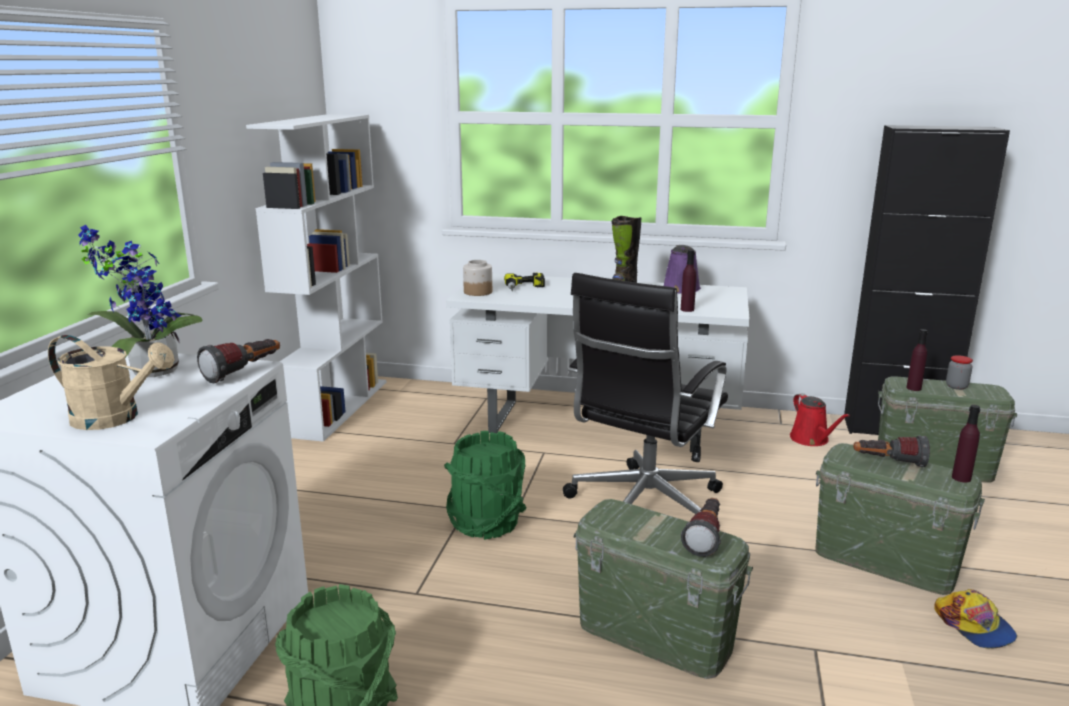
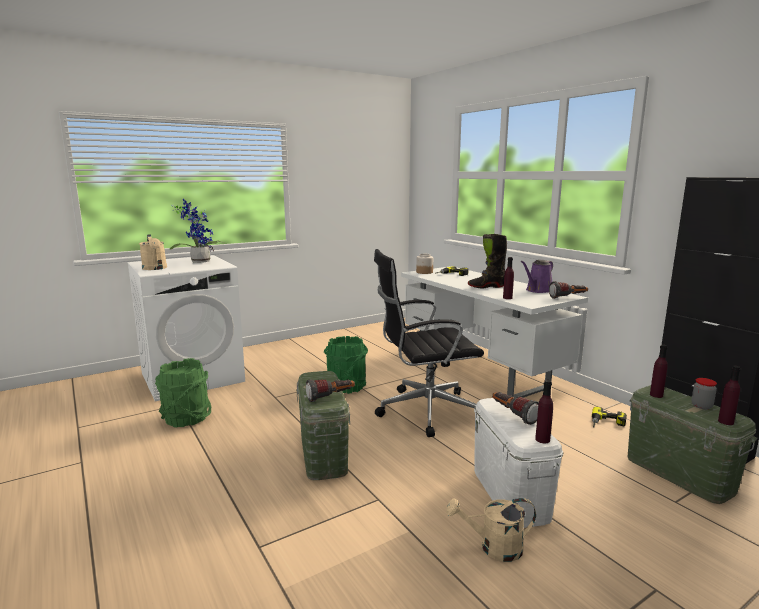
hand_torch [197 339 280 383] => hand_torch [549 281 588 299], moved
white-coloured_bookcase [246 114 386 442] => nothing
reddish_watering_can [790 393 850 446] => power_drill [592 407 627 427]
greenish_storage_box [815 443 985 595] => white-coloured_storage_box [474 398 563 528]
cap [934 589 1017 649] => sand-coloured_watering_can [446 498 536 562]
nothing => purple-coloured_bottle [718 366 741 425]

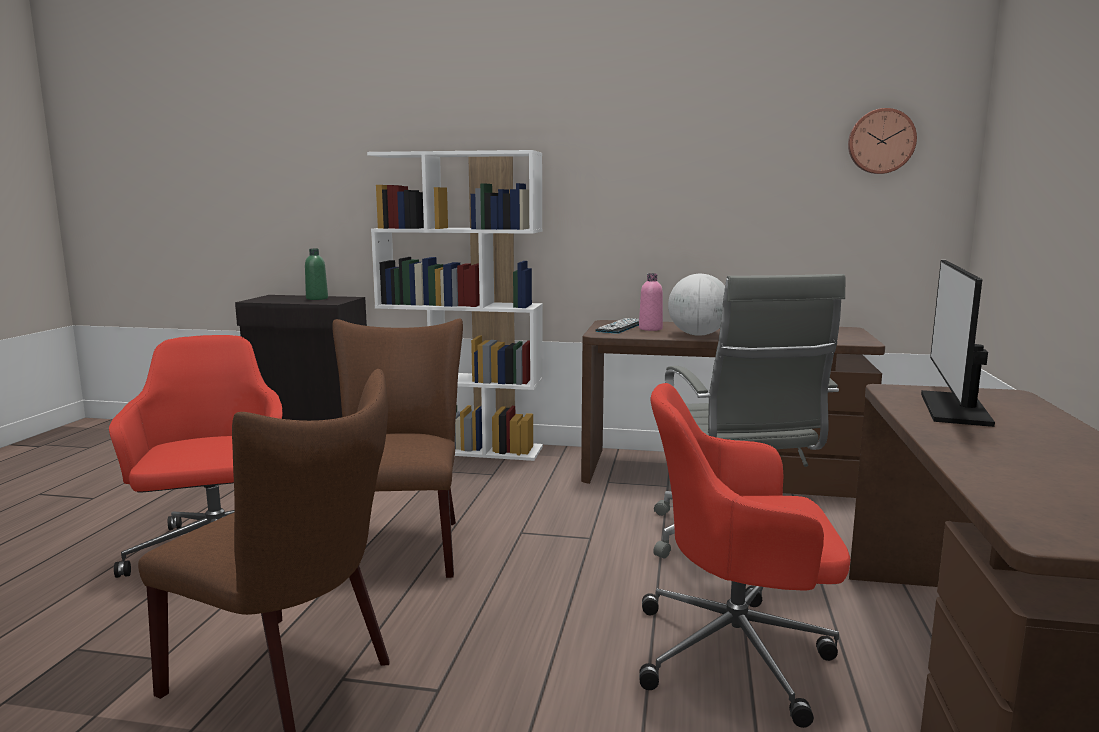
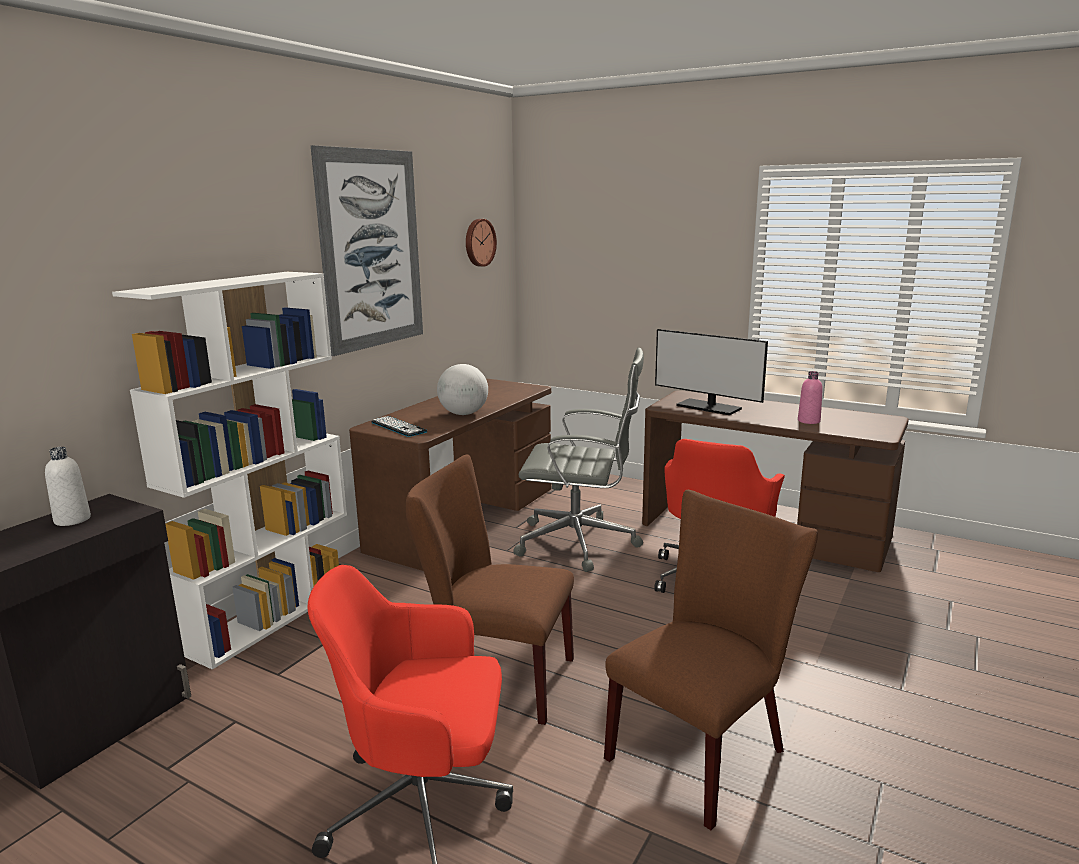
greenish_bottle [305 249 328 300] => white-coloured_bottle [45 447 91 526]
pink_bottle [639 273 663 331] => pink_bottle [798 371 823 424], moved
nothing => wall_art [311 145 423 356]

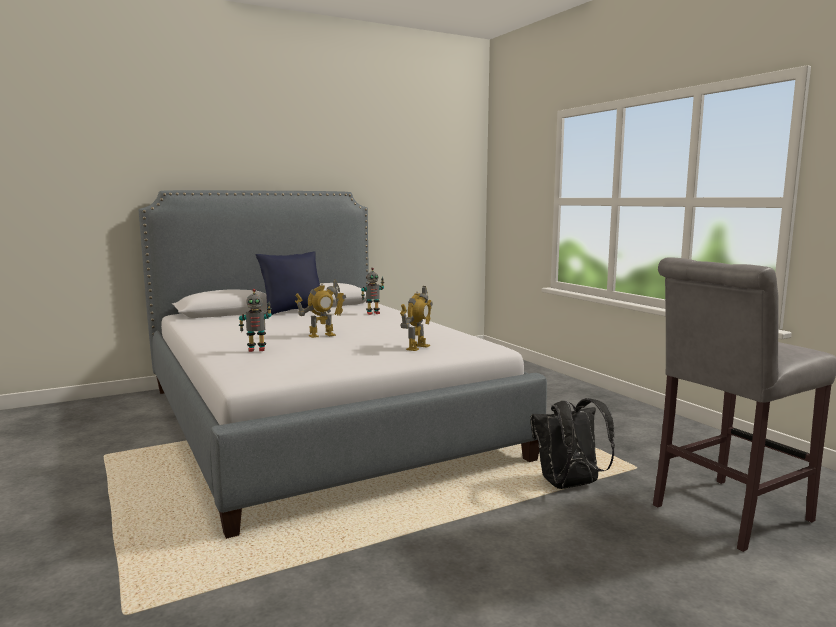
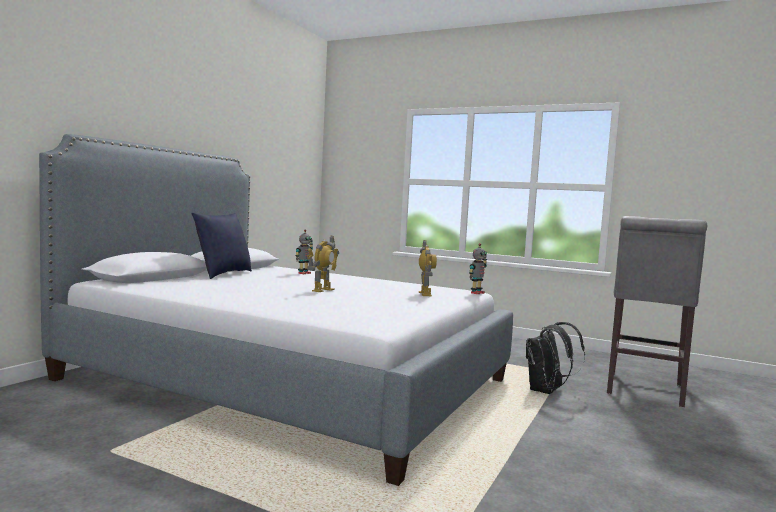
model_robot [239 289 272 352] => model_robot [469 243 487 294], moved

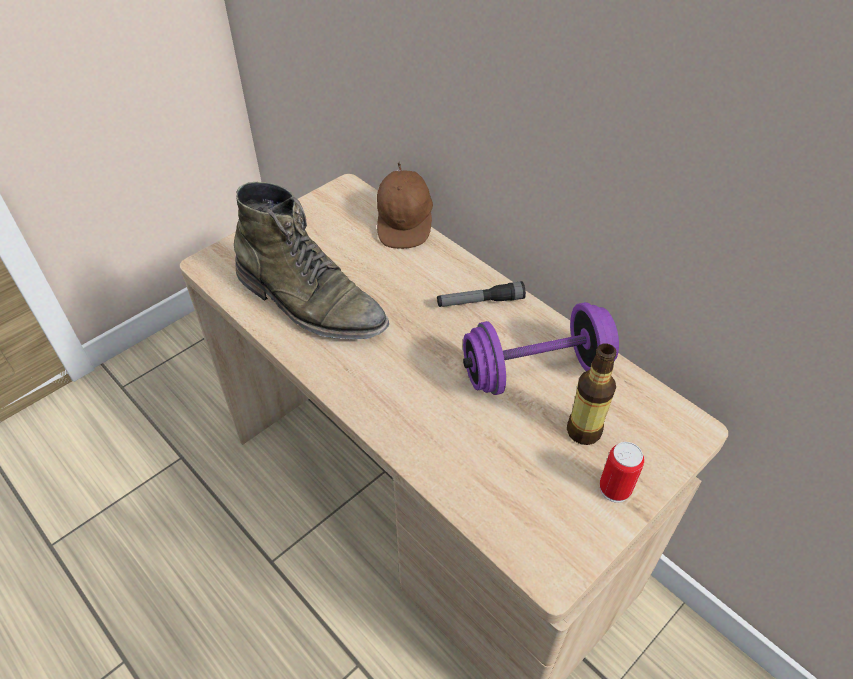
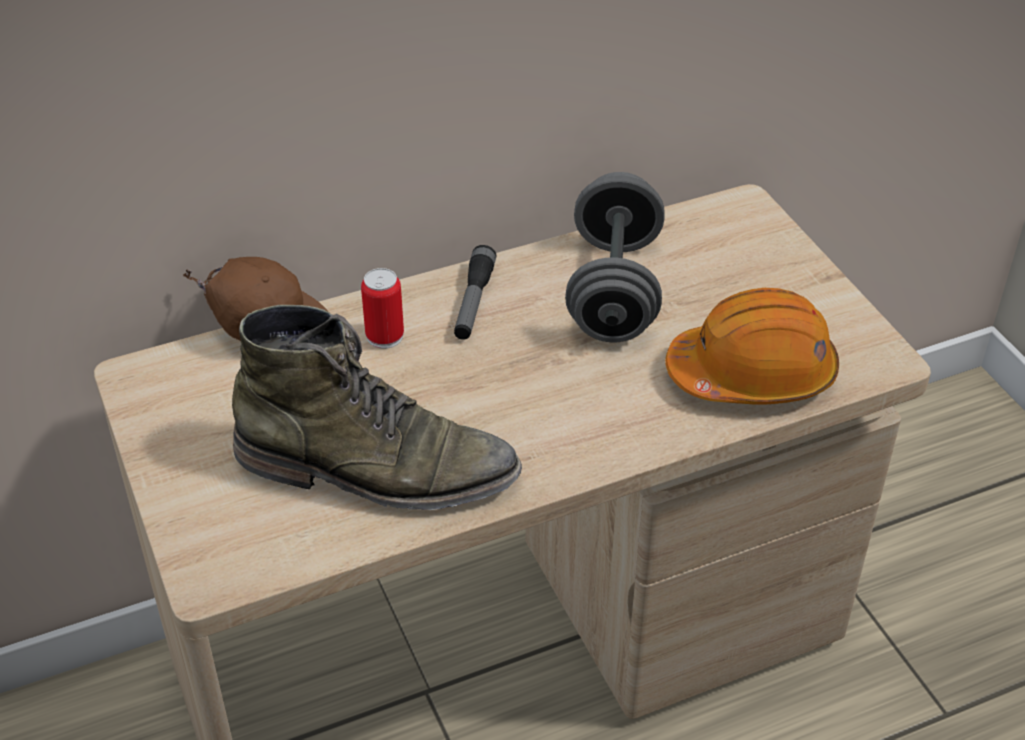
greenish_high-top_boot [234 182 389 339] => greenish_high-top_boot [232 305 522 510], 45 degrees clockwise
purple-coloured_dumbbell [463 302 619 395] => gray_dumbbell [565 172 665 342]
bottle [567 343 617 445] => nothing
sealed_can [599 442 644 503] => sealed_can [361 268 404 349], moved
nothing => orange-coloured_safety_helmet [665 288 839 405]

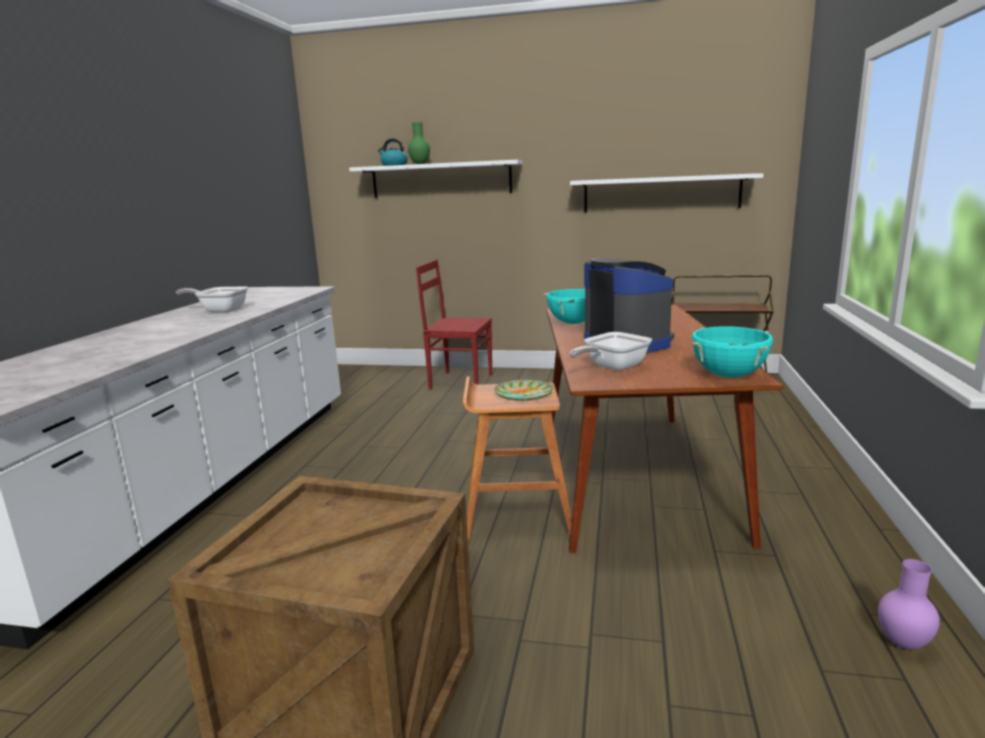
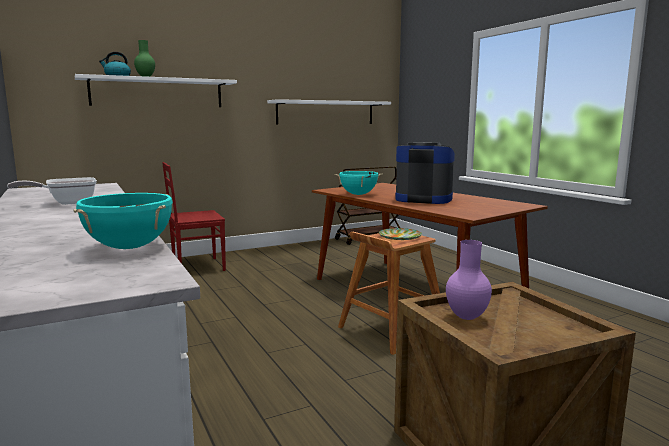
frying_pan [569 332 652 371] => nothing
blue-green_cooking_pot [692 326 773 378] => blue-green_cooking_pot [73 193 173 249], moved
purple-coloured_flower_vase [878 559 940 649] => purple-coloured_flower_vase [446 240 492 320], moved

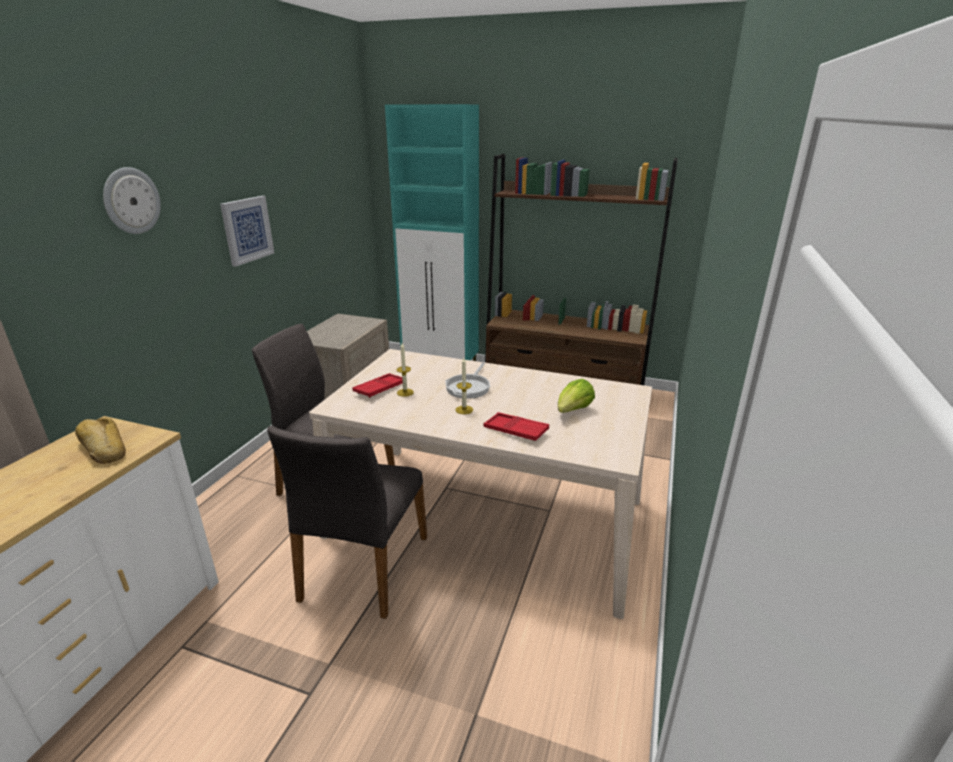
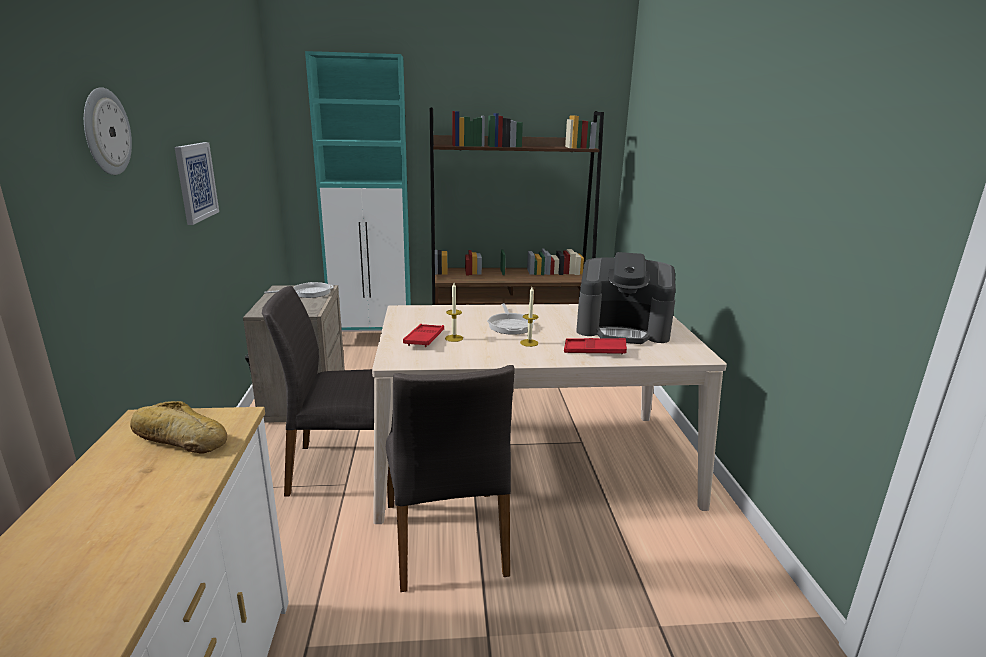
head_of_lettuce [558 379 595 413] => coffee_machine [576 252 676 344]
nothing => frying_pan [264 282 334 298]

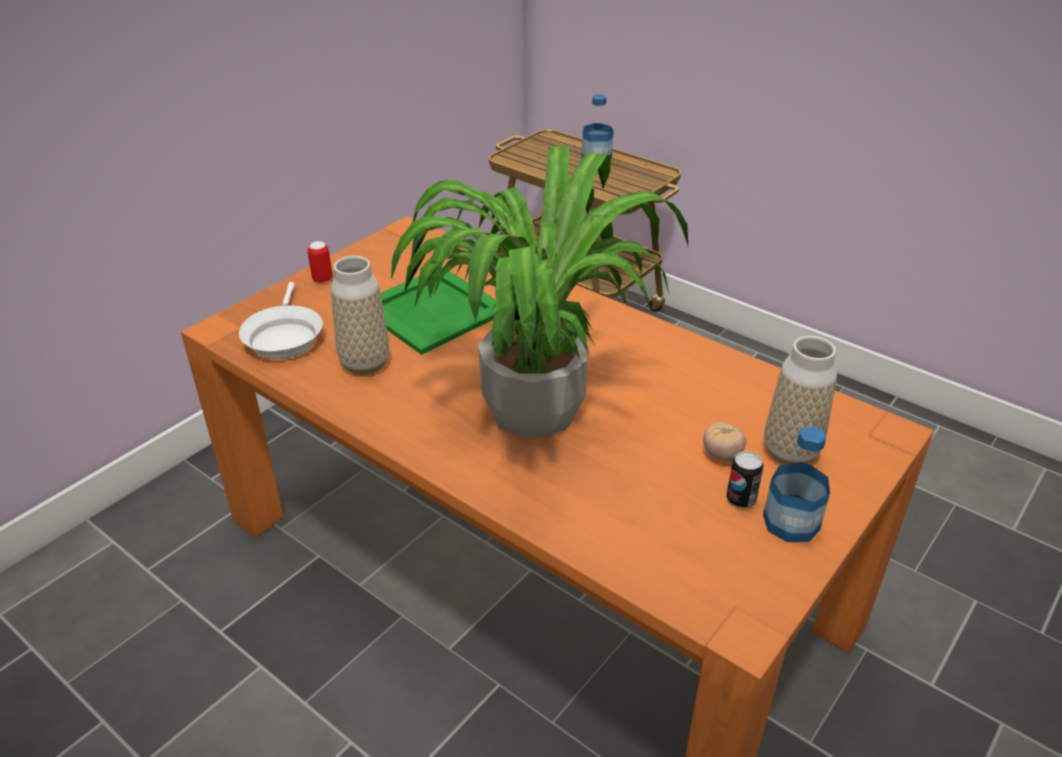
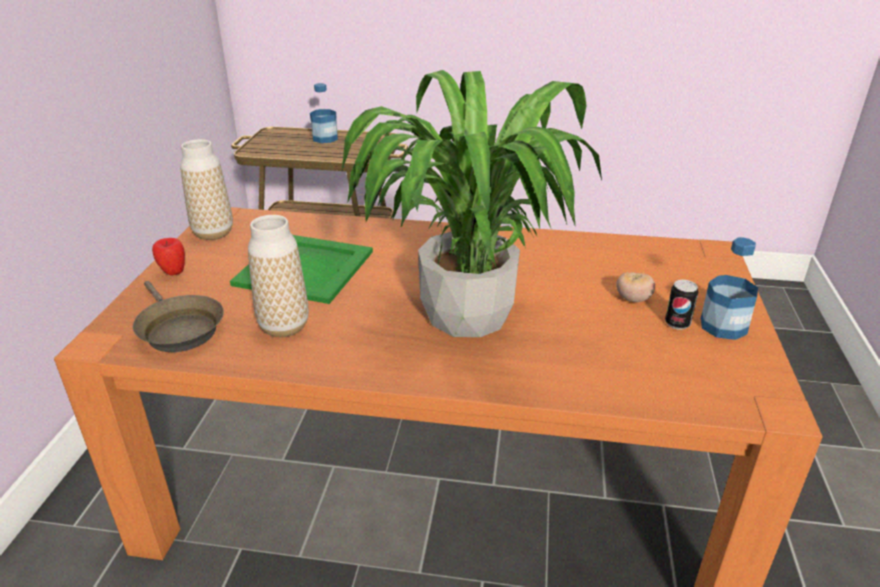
white-coloured_frying_pan [239 282 323 359] => brown_frying_pan [133 281 224 352]
sealed_can [307 241 333 283] => apple_fruit [152 238 185 275]
flower_vase [764 336 837 465] => flower_vase [180 139 233 240], moved

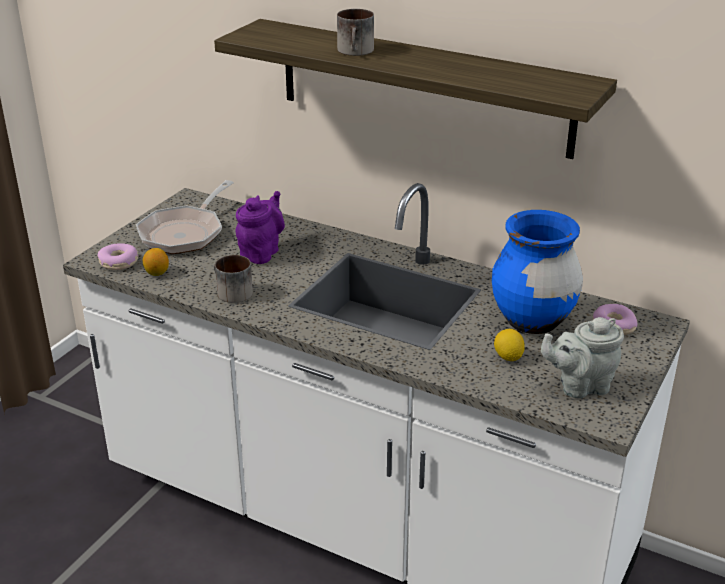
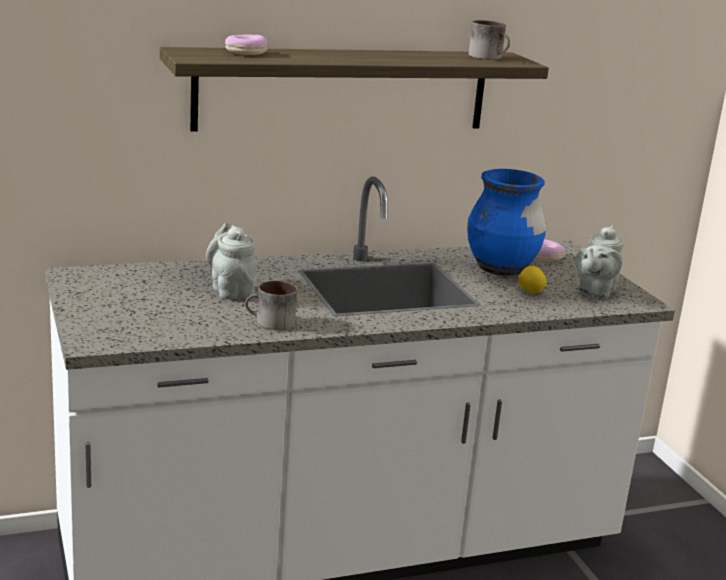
doughnut [97 243 138 270] => doughnut [225 34 268 55], moved
frying_pan [136 180 234 254] => nothing
citrus_fruit [143 248 169 276] => nothing
purple-coloured_pot_for_tea [236 191 285 264] => gray_pot_for_tea [206 223 257 299]
coffee_mug [337 9 374 56] => coffee_mug [469 20 510 60], moved

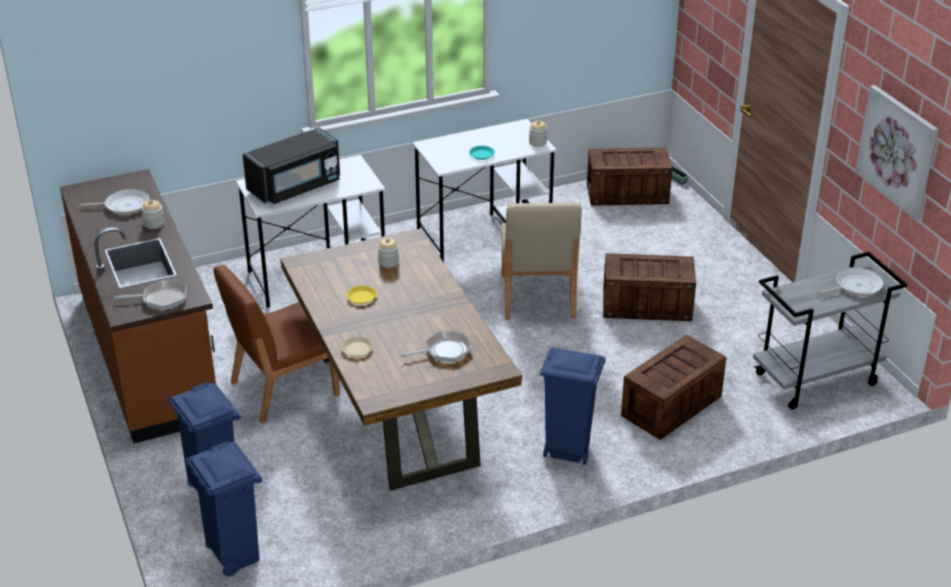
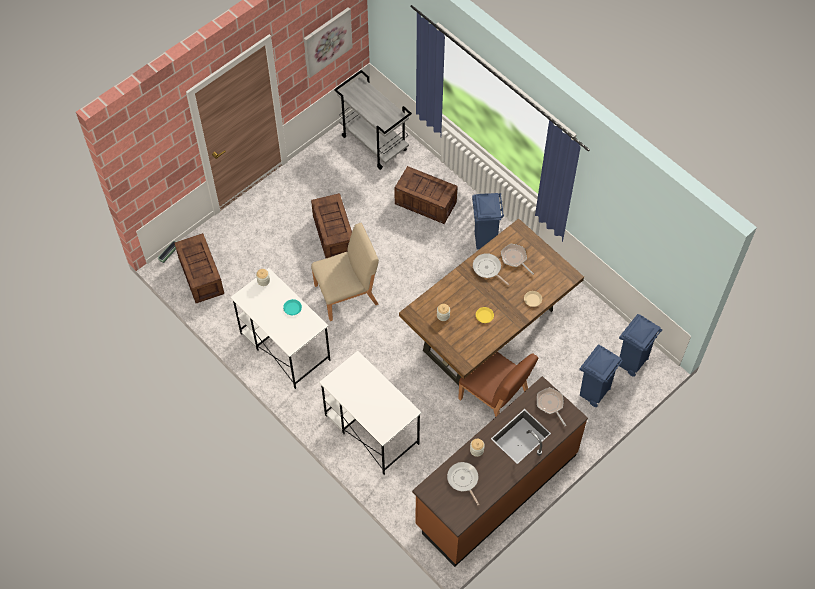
blackish_kitchen_microwave [243 127 340 204] => nothing
frying_pan [818 268 883 296] => frying_pan [473 253 509 285], moved

